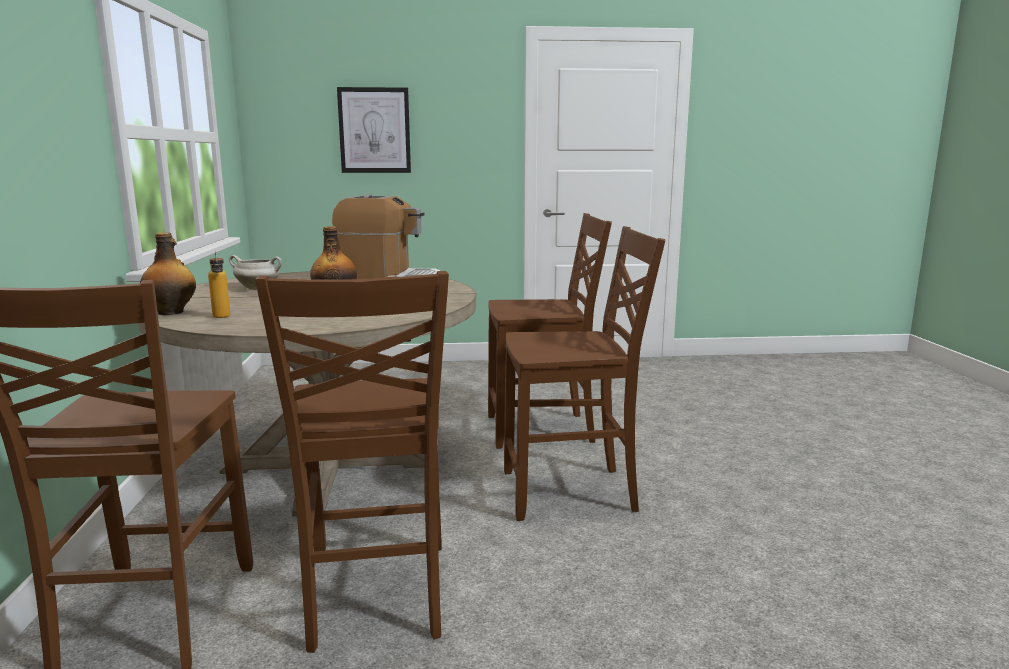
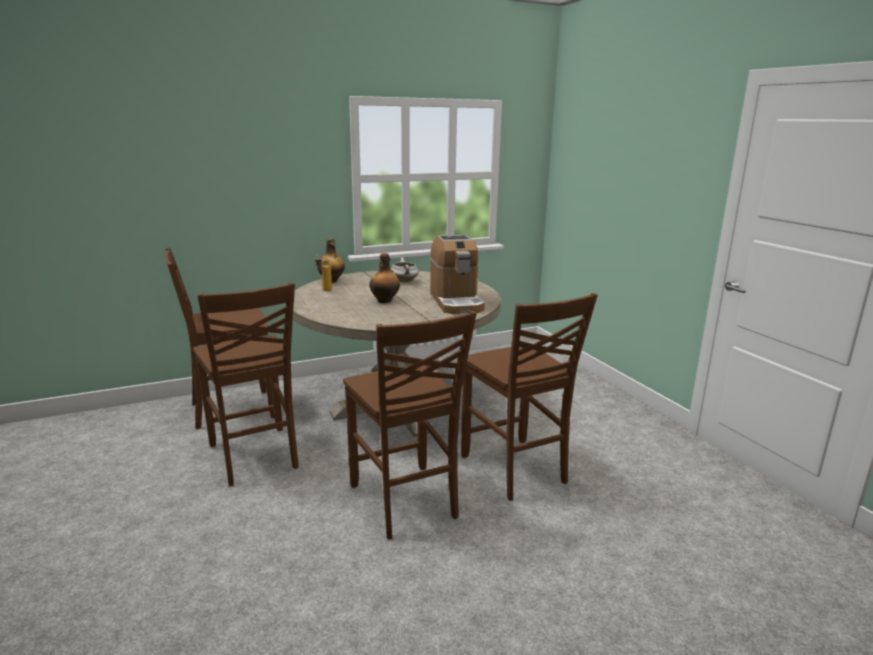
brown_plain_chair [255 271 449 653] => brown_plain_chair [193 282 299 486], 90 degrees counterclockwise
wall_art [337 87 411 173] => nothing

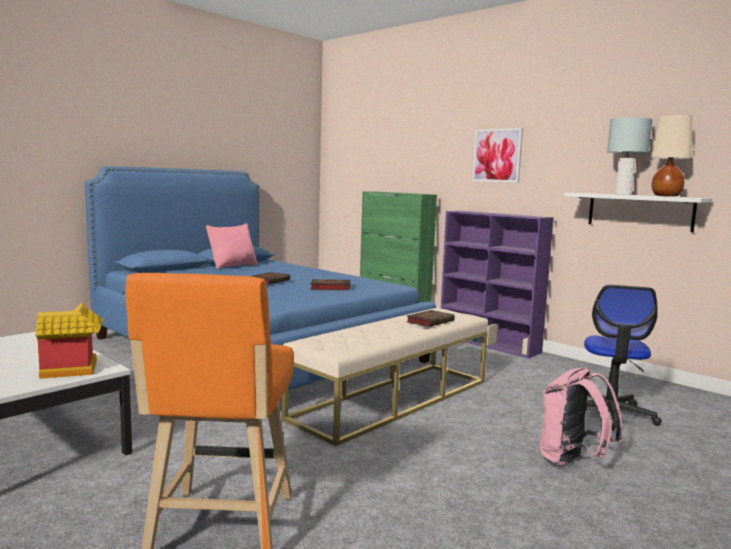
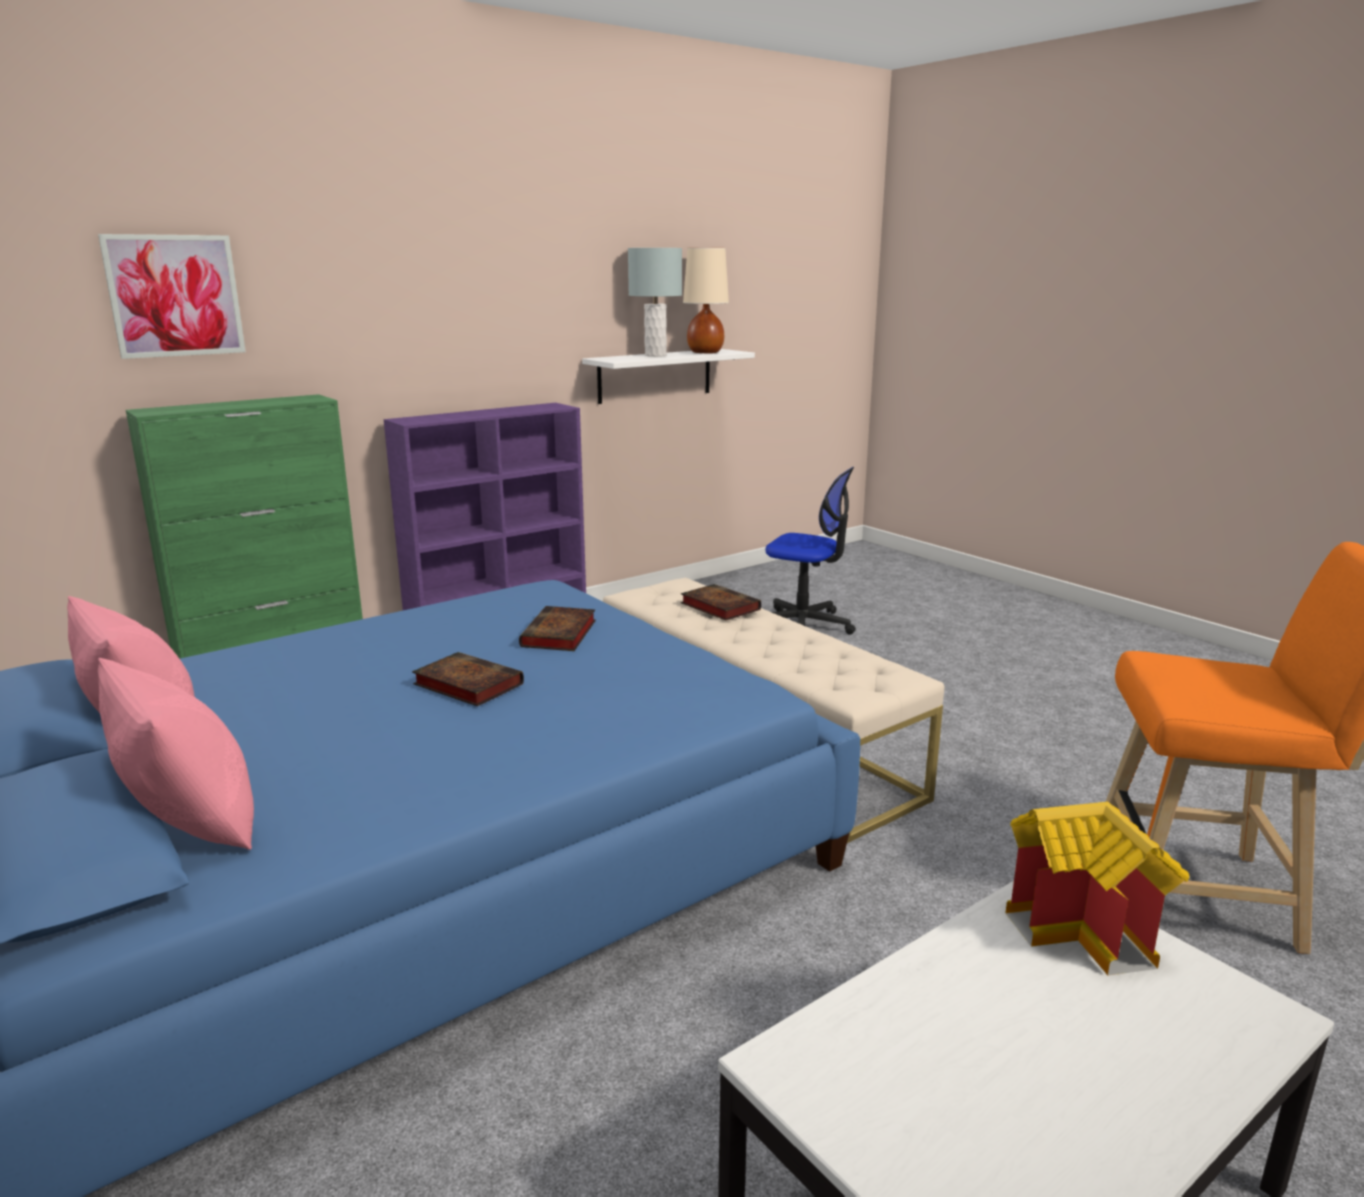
wall_art [472 128 523 183] => wall_art [98 234 246 359], moved
pink_rucksack [540 368 623 467] => nothing
nothing => pink_cushion [98 658 254 850]

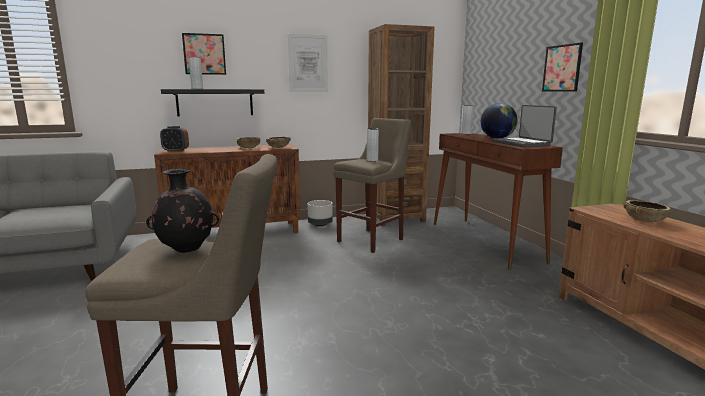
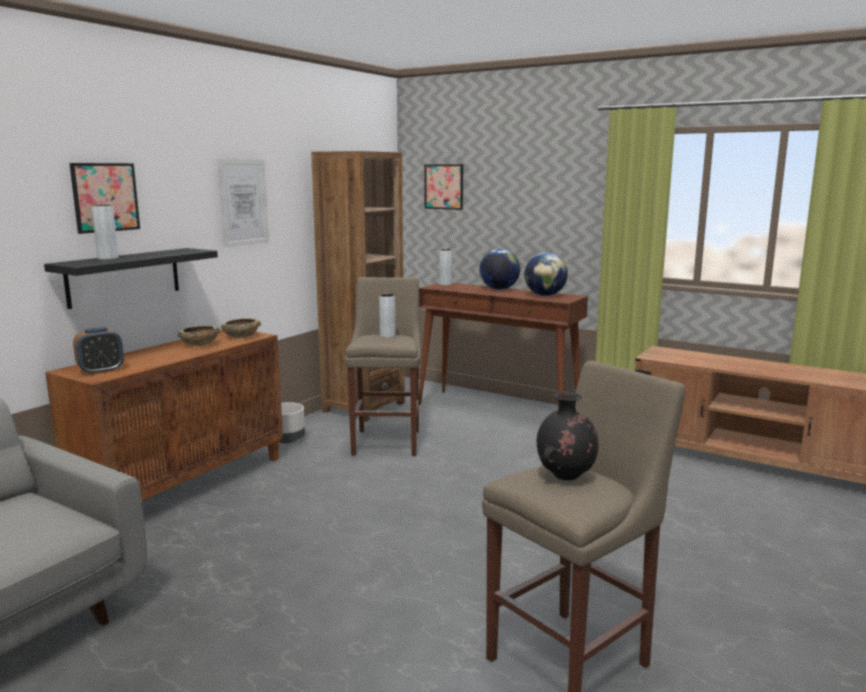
laptop [492 105 557 147] => world_globe [524 253 568 296]
wall_art [542 42 583 91] => wall_art [425 164 463 210], moved
brown_serving_bowl [624 200 671 222] => nothing

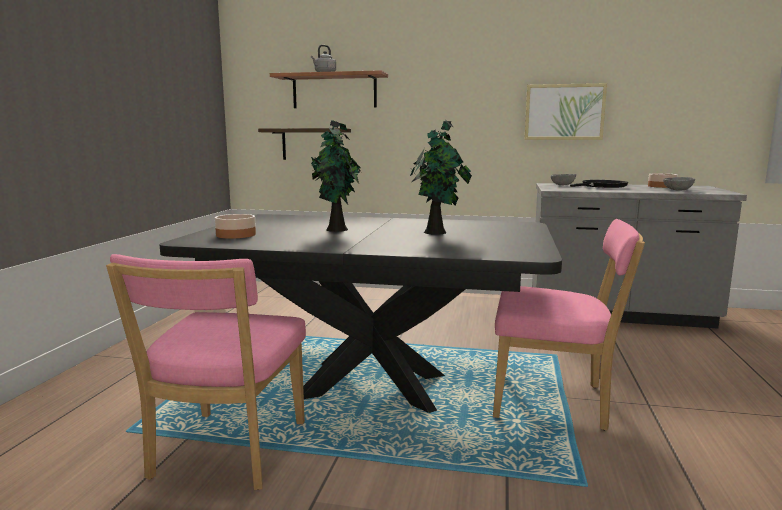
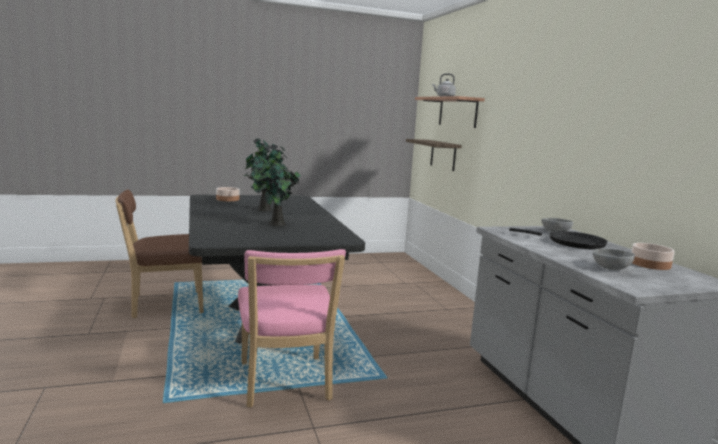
pink_plain_chair [106 254 306 490] => brown_plain_chair [115 189 204 318]
wall_art [524 83 607 140] => nothing

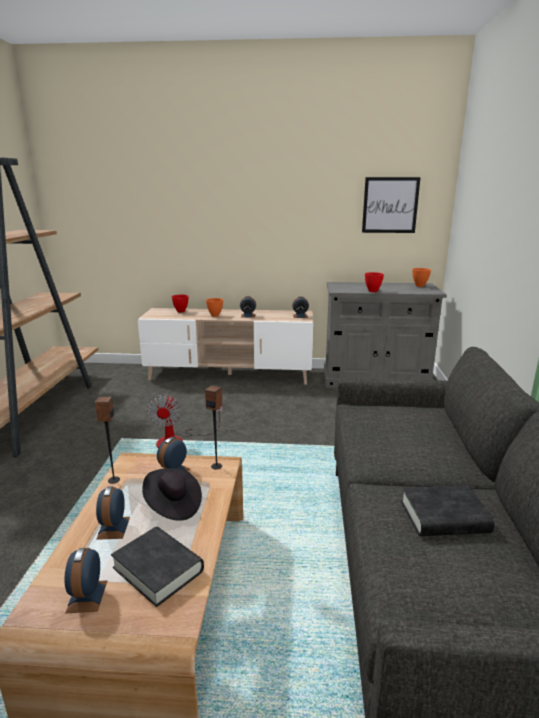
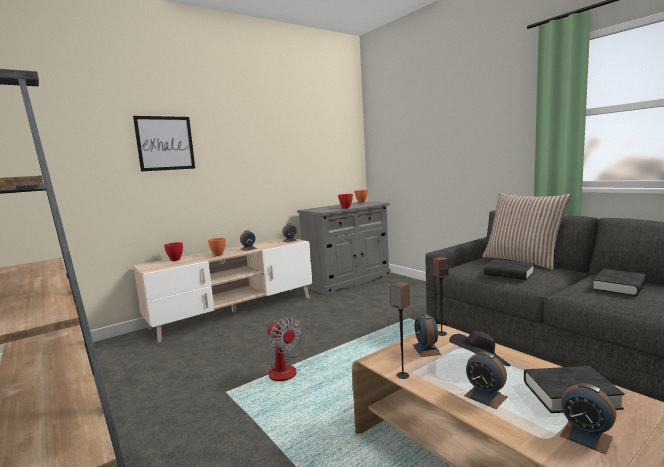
wall_art [362 177 421 233] => wall_art [133 116 195 171], moved
nothing => cushion [482 192 571 270]
nothing => blackish_volume [484 259 535 280]

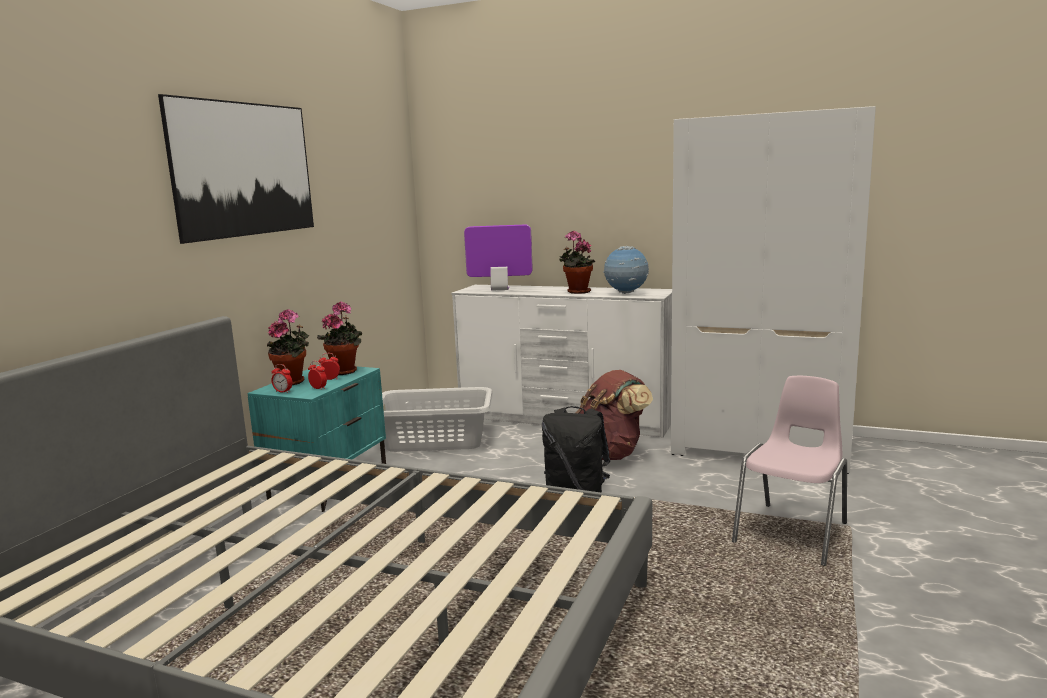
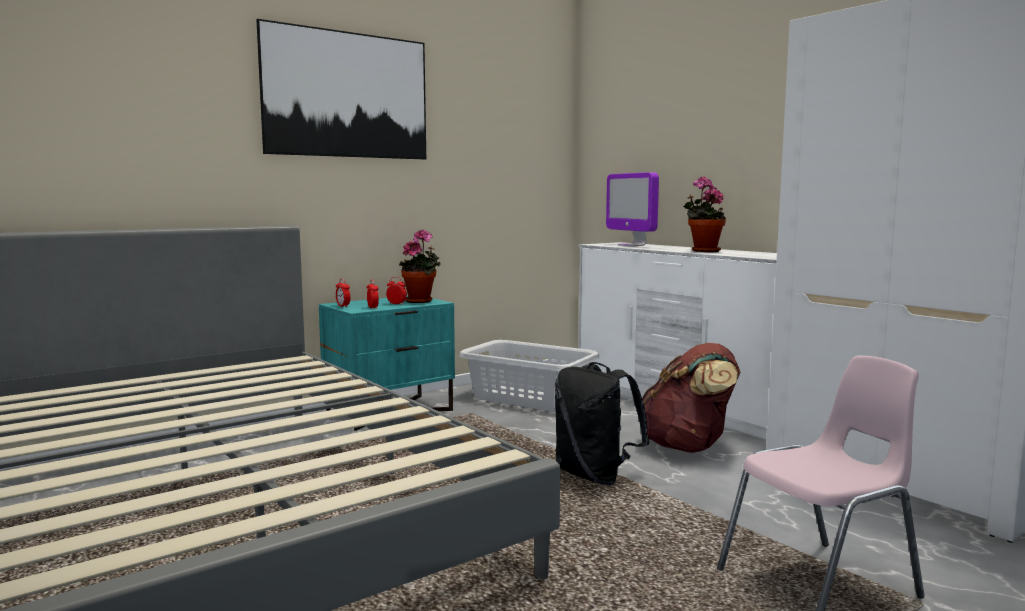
potted_plant [267 309 309 385] => nothing
computer_screen [464 225 532 291] => computer_screen [606 172 659 246], 150 degrees counterclockwise
world_globe [603 246 649 294] => nothing

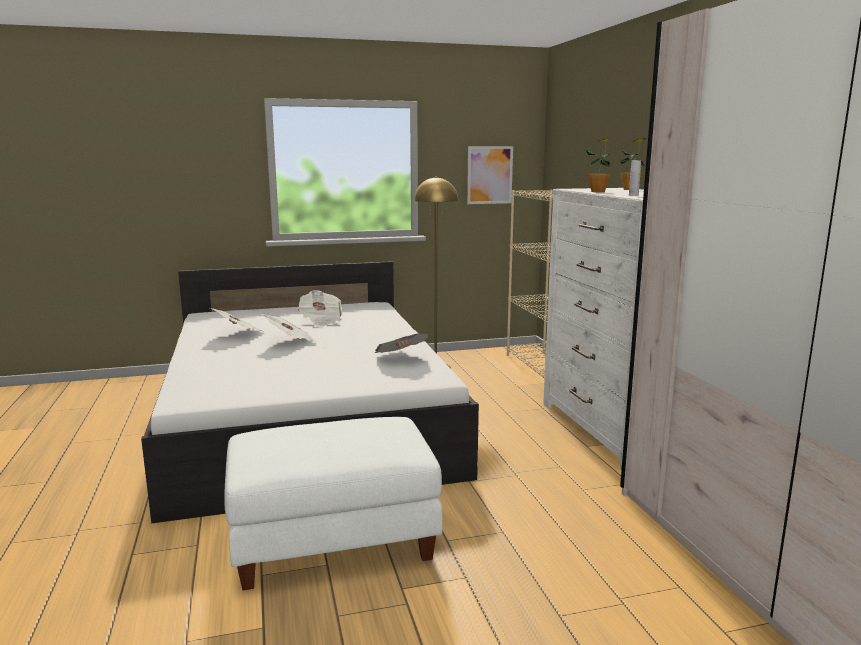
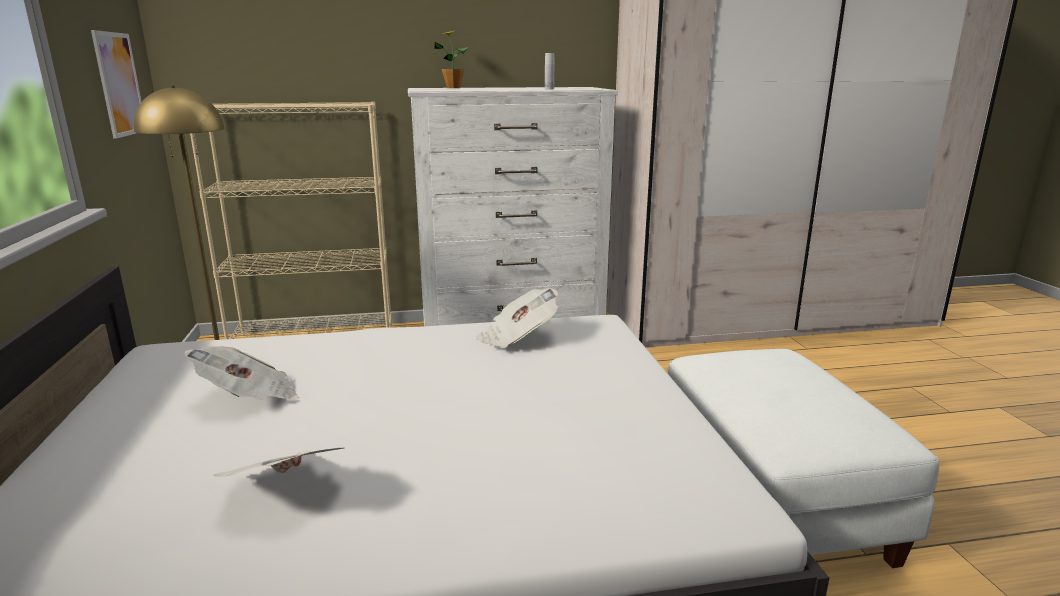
daily_paper [261 314 317 342] => nothing
potted_plant [585 138 610 192] => nothing

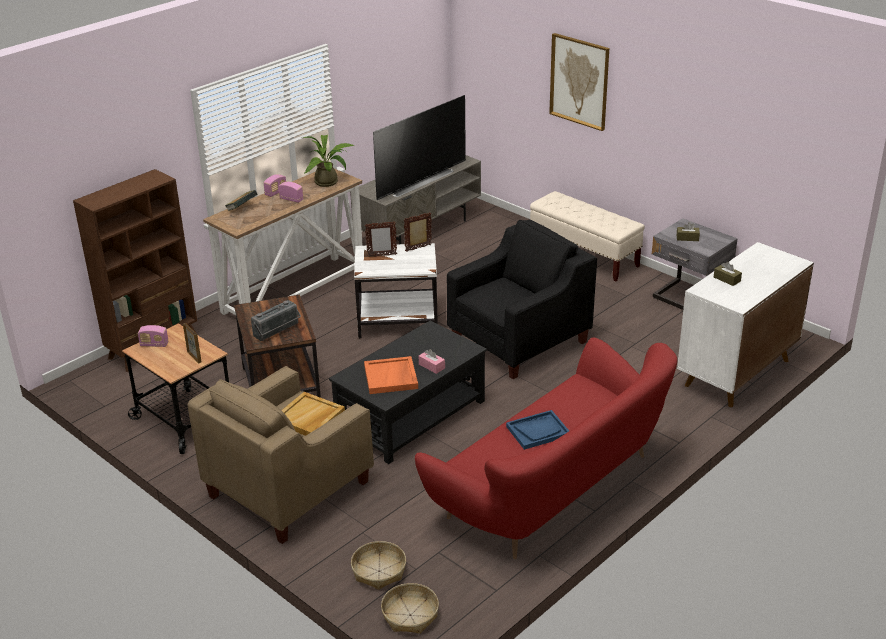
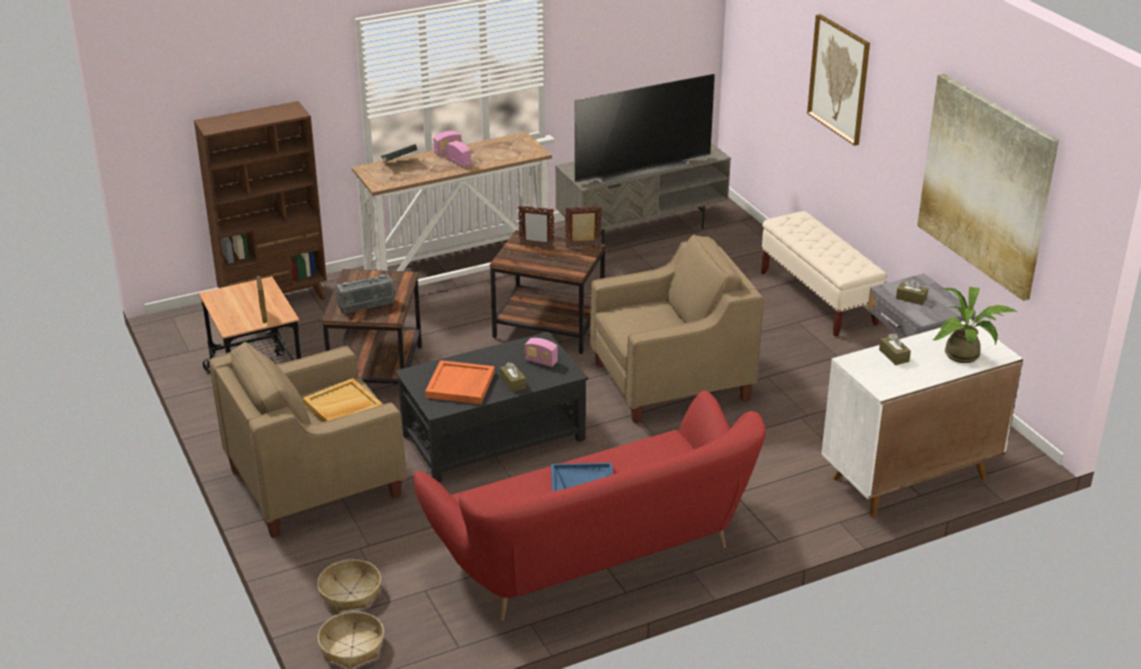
radio_receiver [138 325 168 347] => radio_receiver [525 338 558 367], moved
potted_plant [302 135 355 187] => potted_plant [933 287 1017 363], moved
white-coloured_accent_table [354 243 438 339] => brown_accent_table [490 230 606 354]
pink_tissue_box [419 349 445 374] => brown_tissue_box [500 362 526 392]
blackish_armchair [447 220 597 379] => sand-coloured_armchair [590 235 764 423]
nothing => wall_art [917 74 1059 301]

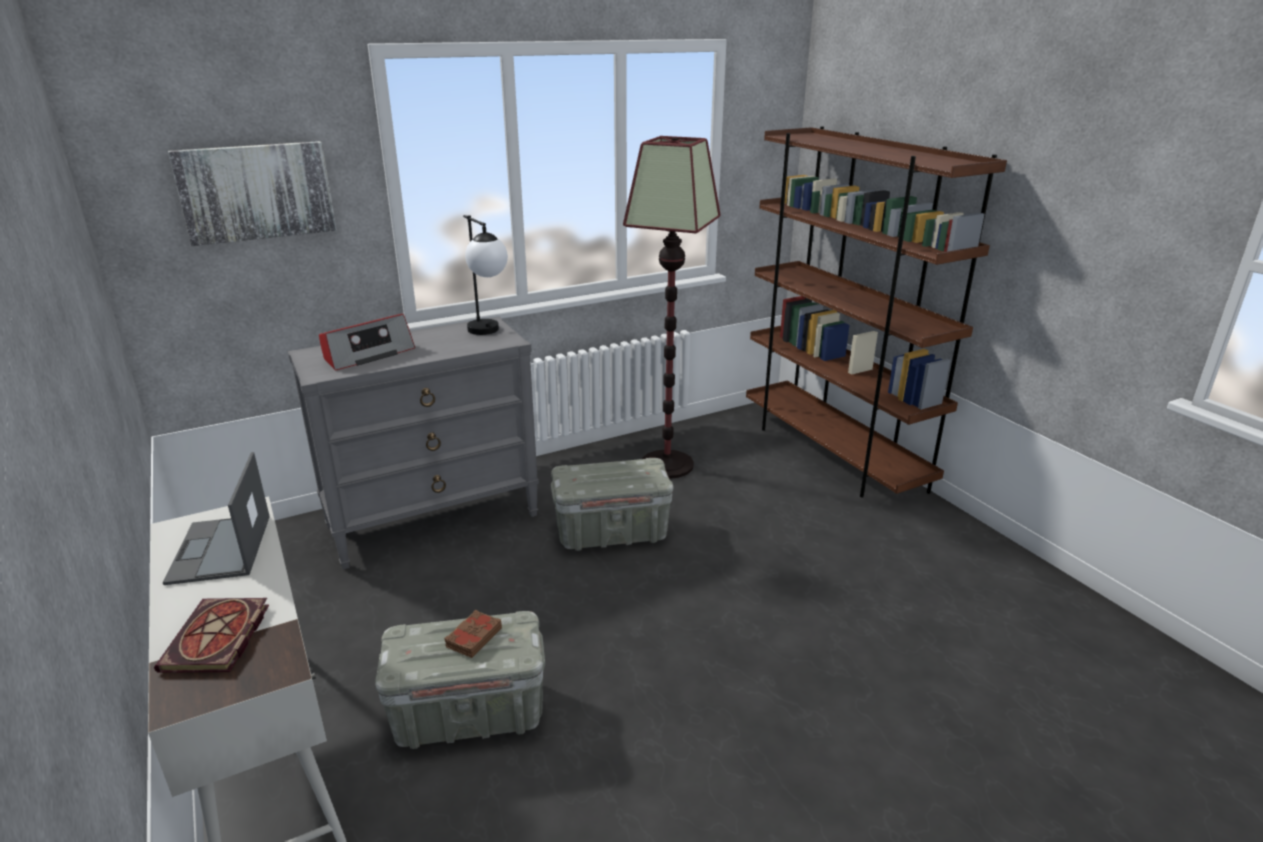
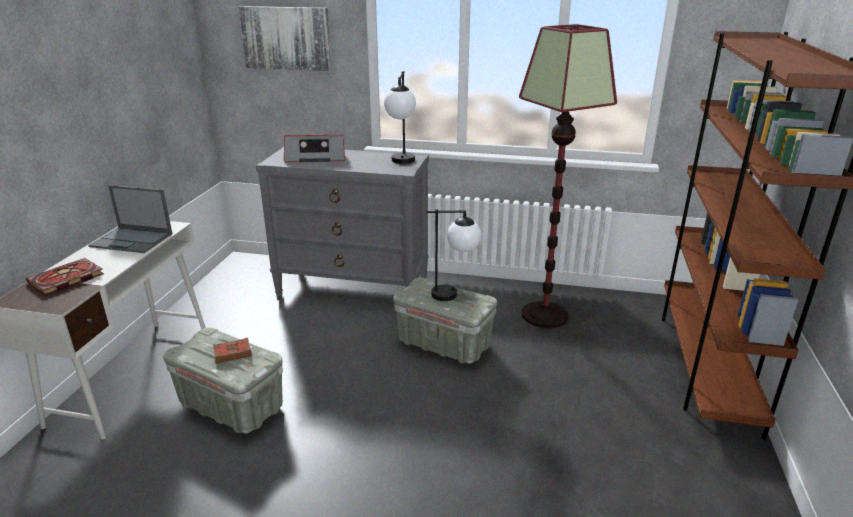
laptop [163 452 270 585] => laptop [88 185 173 253], 105 degrees counterclockwise
nothing => table_lamp [427 209 481 301]

